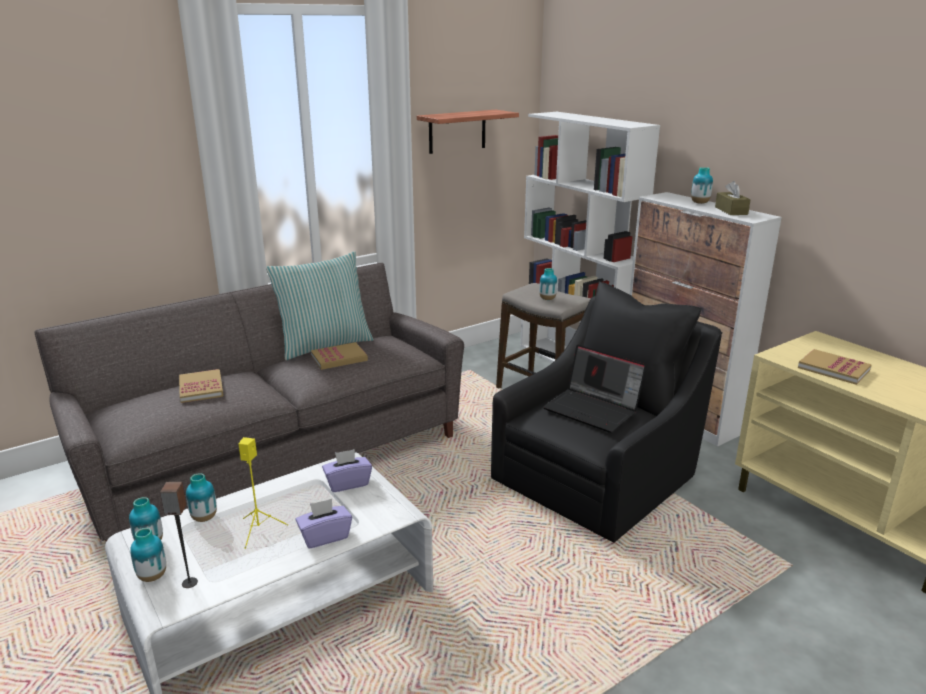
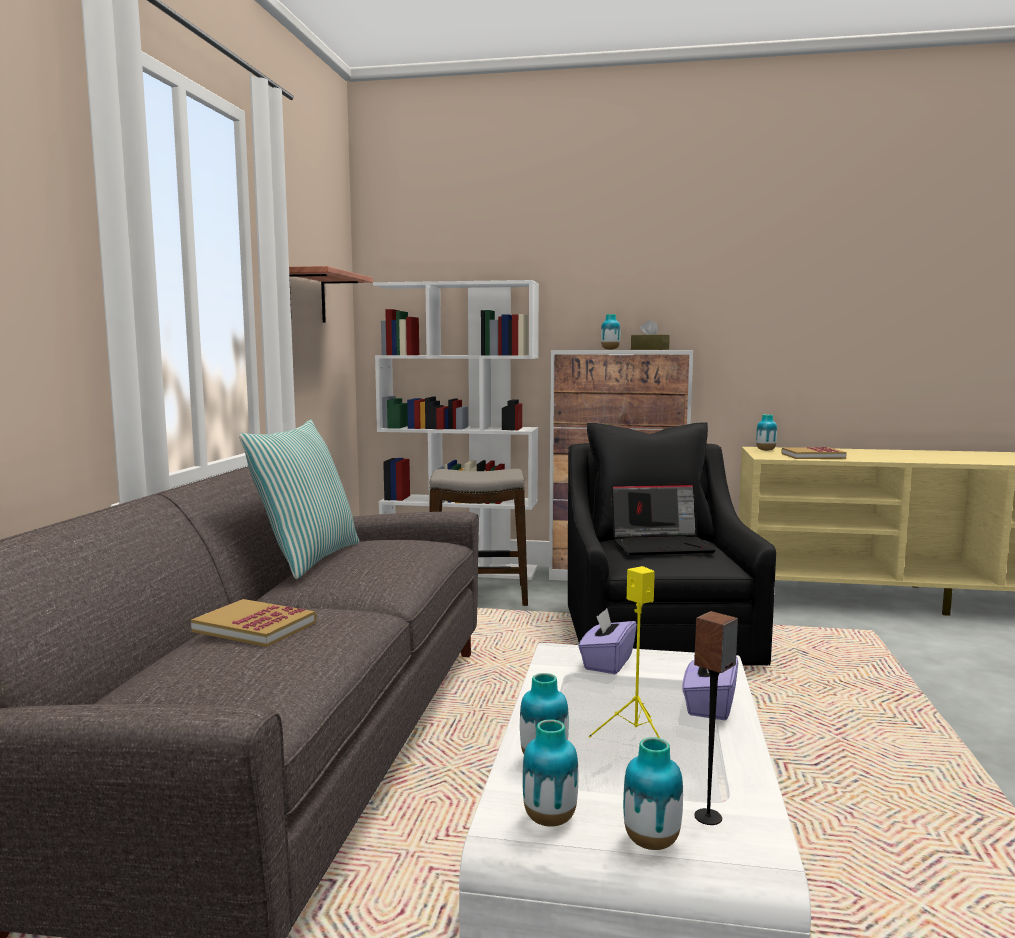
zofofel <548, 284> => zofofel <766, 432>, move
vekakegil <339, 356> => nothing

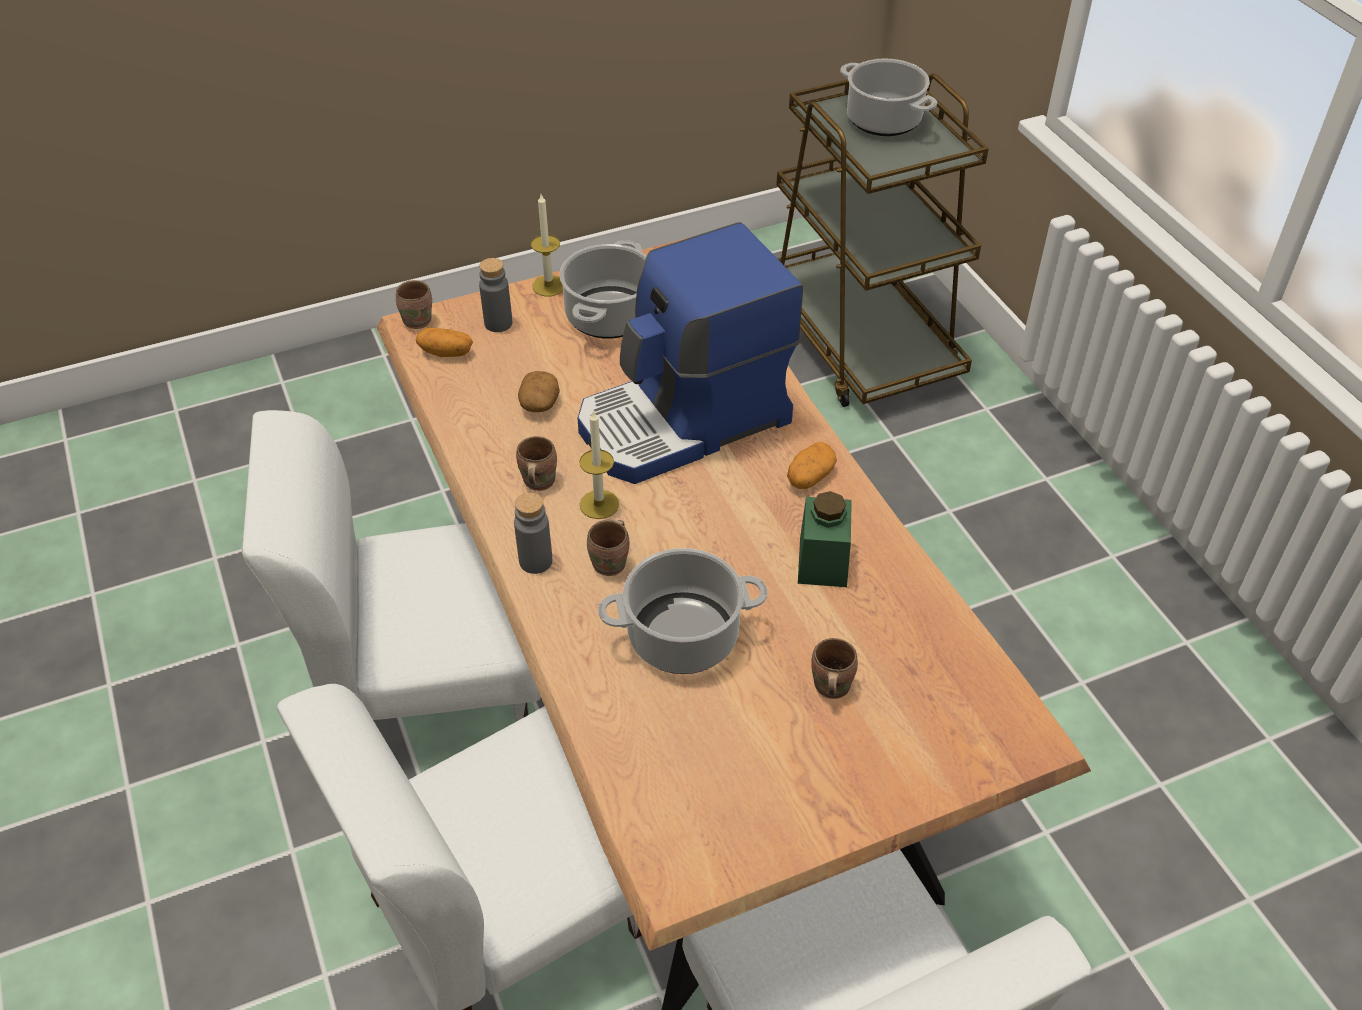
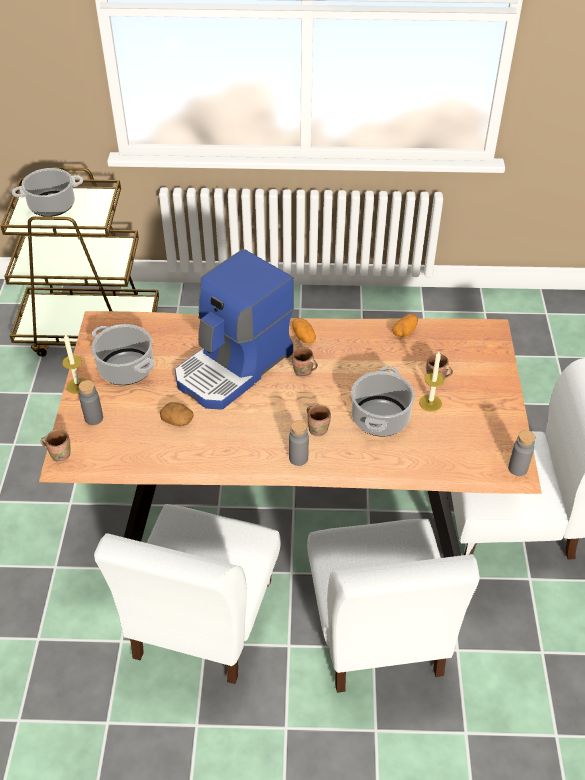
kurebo <690, 353> => kurebo <234, 329>, 45 degrees clockwise
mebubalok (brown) <536, 463> => mebubalok (brown) <305, 362>, move
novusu <444, 342> => novusu <405, 325>, move
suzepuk <599, 464> => suzepuk <431, 382>, move
nothing => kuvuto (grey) <521, 453>
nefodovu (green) <825, 539> => nothing

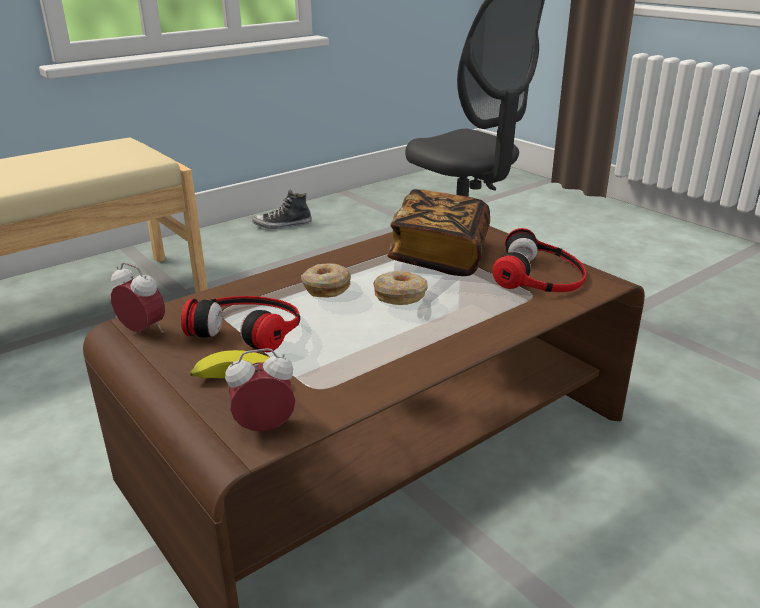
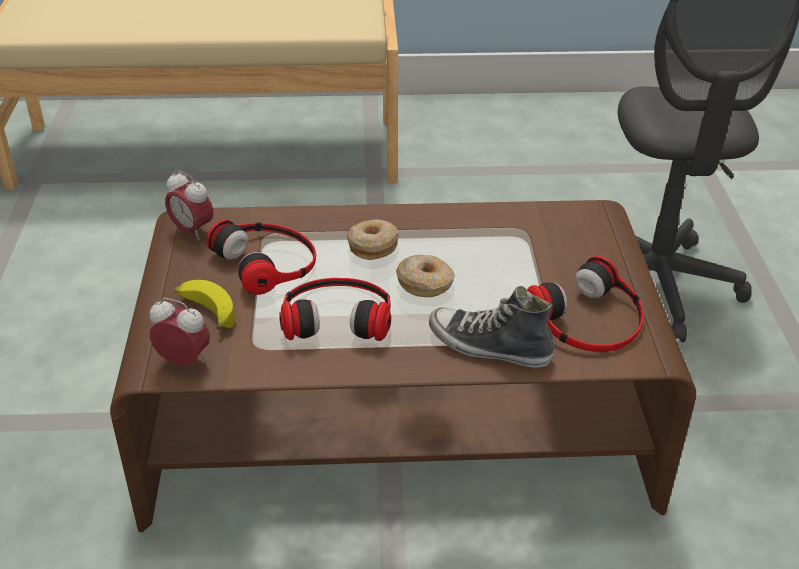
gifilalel <138, 298> => gifilalel <189, 205>, 150 degrees clockwise
nothing => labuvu <335, 309>
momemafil <282, 209> => momemafil <491, 327>, move
vekakegil <438, 232> => nothing

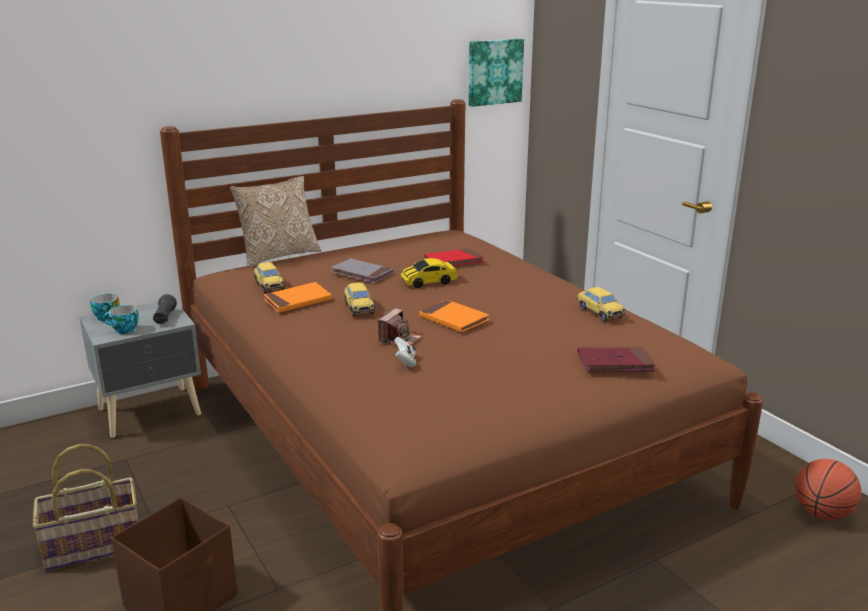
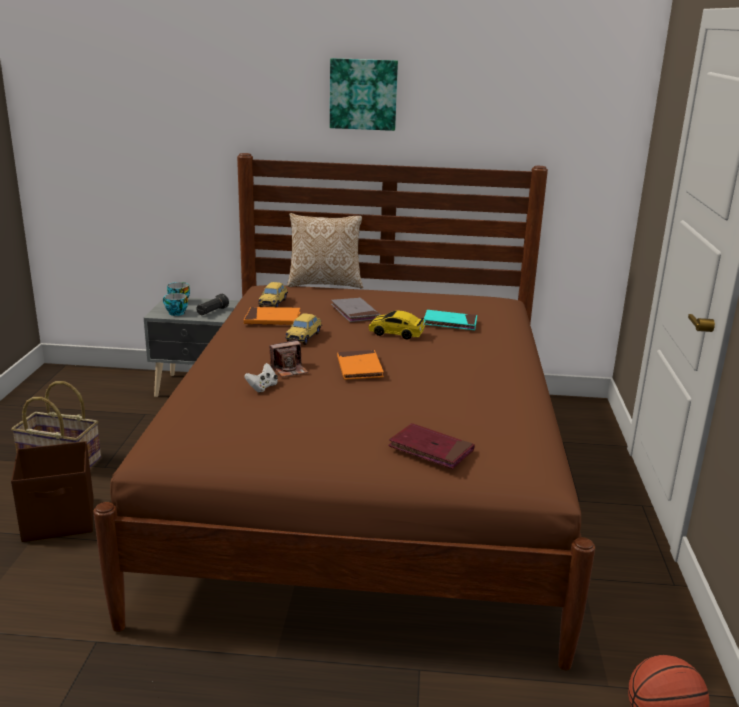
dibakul <496, 73> => dibakul <364, 94>, move
vekakegil (red) <454, 257> => vekakegil (turquoise) <450, 320>
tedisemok <601, 304> => nothing

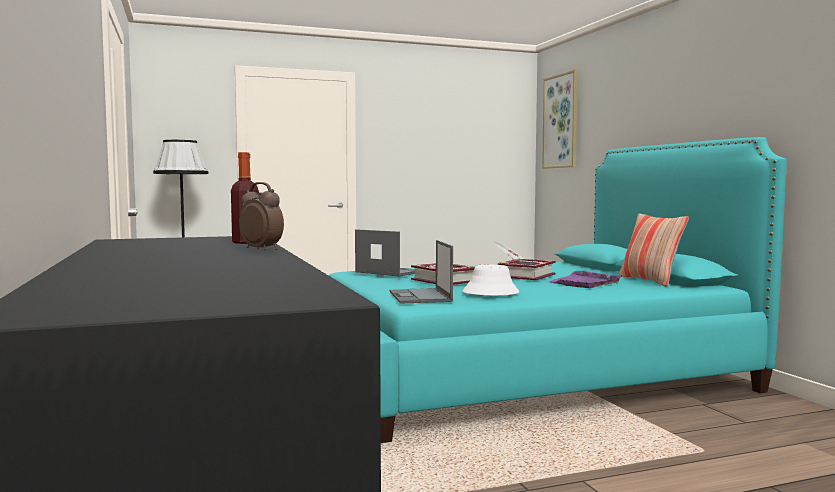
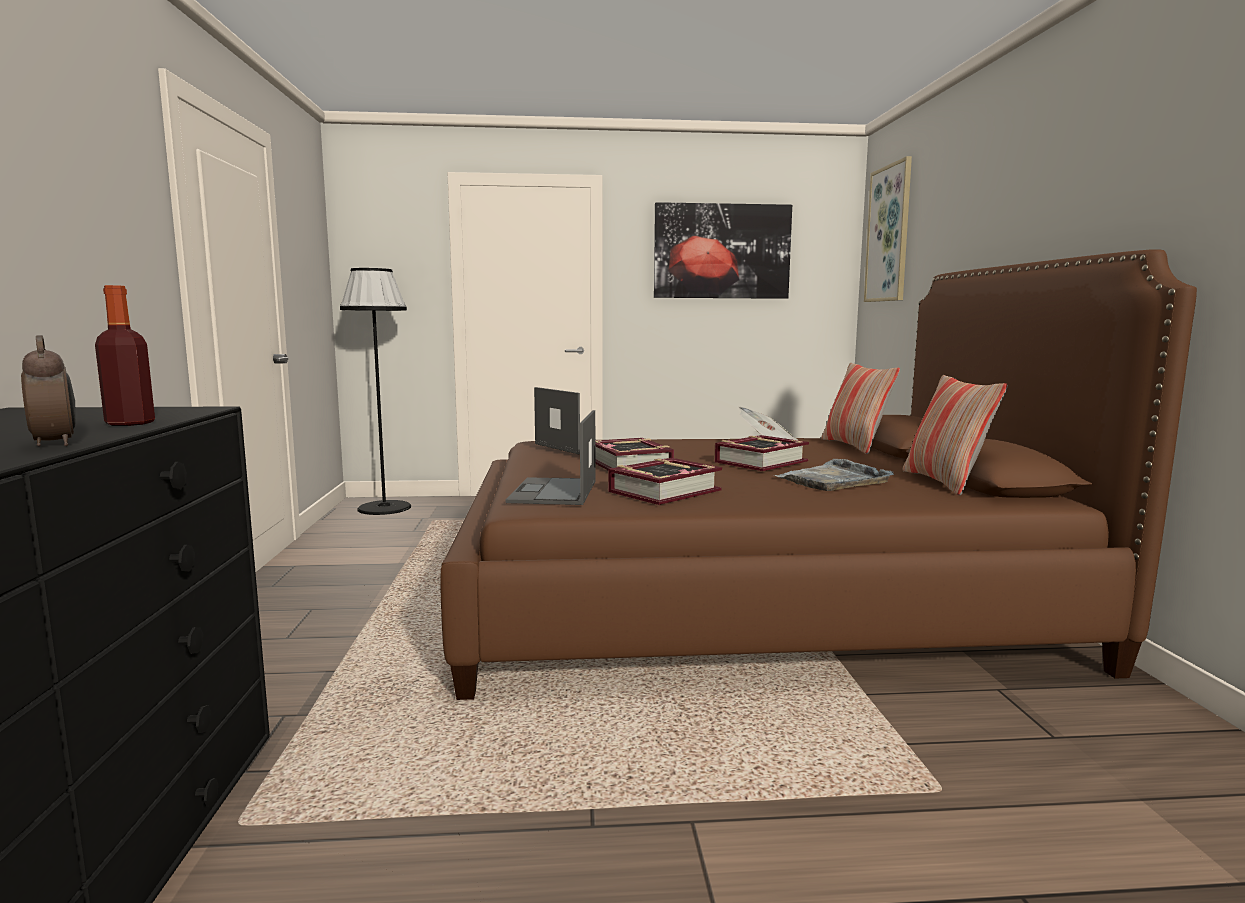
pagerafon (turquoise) <558, 290> => pagerafon (brown) <818, 474>
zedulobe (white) <490, 280> => vekakegil <665, 481>
nothing => dibakul <723, 250>
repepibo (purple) <585, 279> => repepibo (grey) <834, 475>
nothing => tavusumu <860, 408>

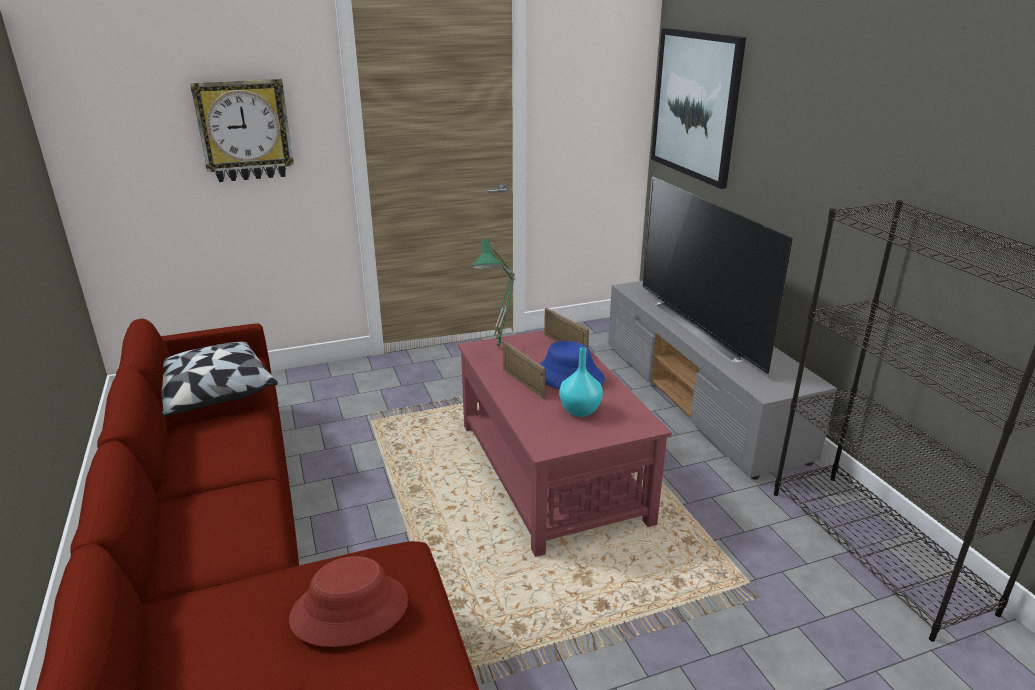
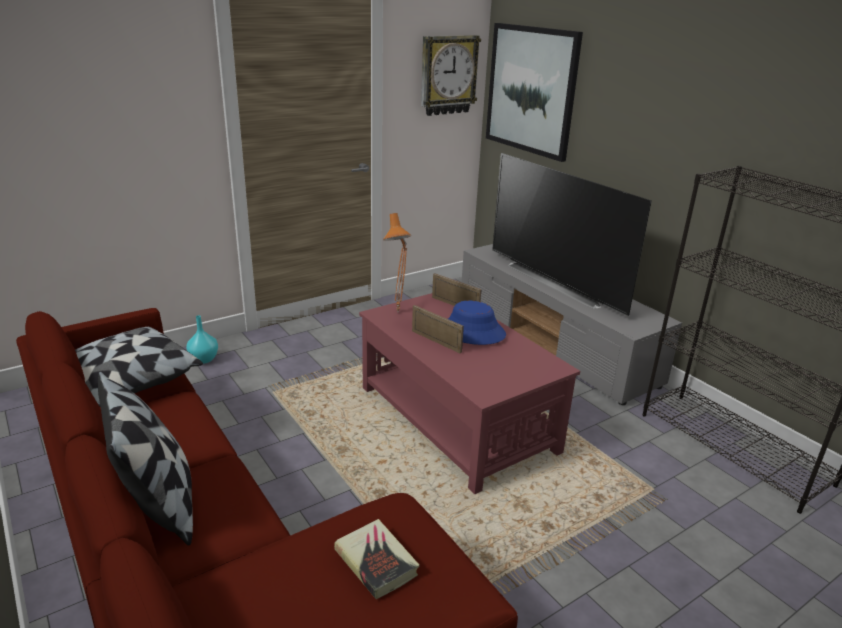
nothing => tavusumu <145, 458>
zofofel (turquoise) <581, 382> => zofofel (turquoise) <202, 339>, move
zedulobe (red) <348, 601> => vekakegil <377, 559>
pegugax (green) <494, 294> => pegugax (orange) <397, 263>
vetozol <242, 130> => vetozol <451, 75>, move

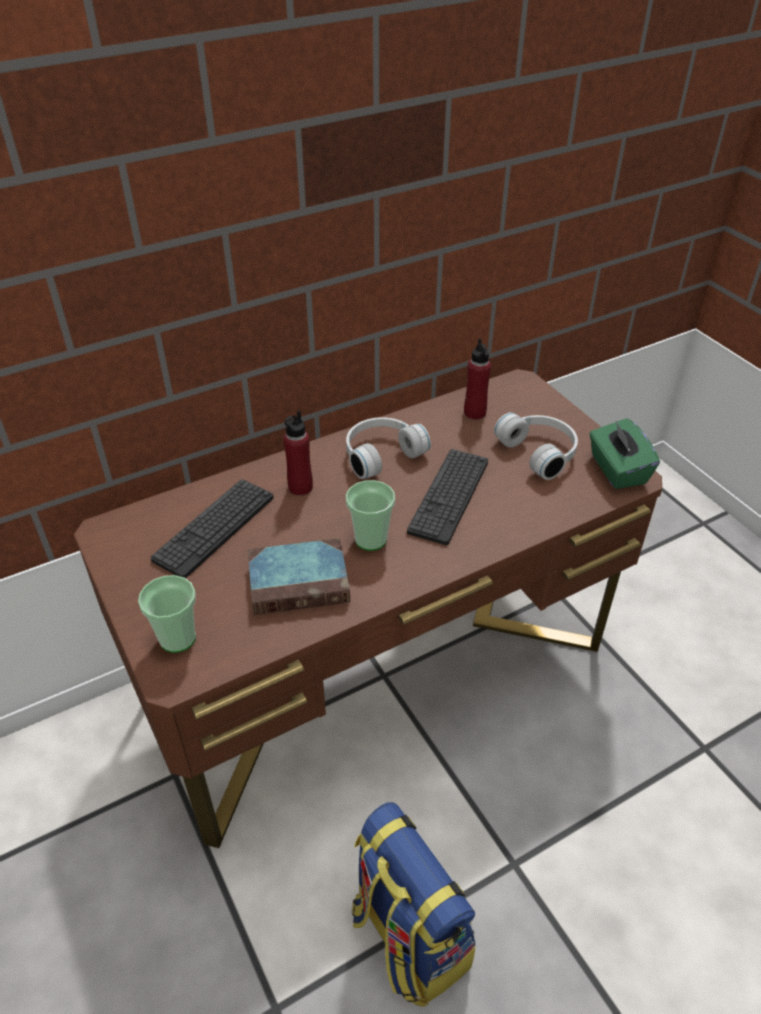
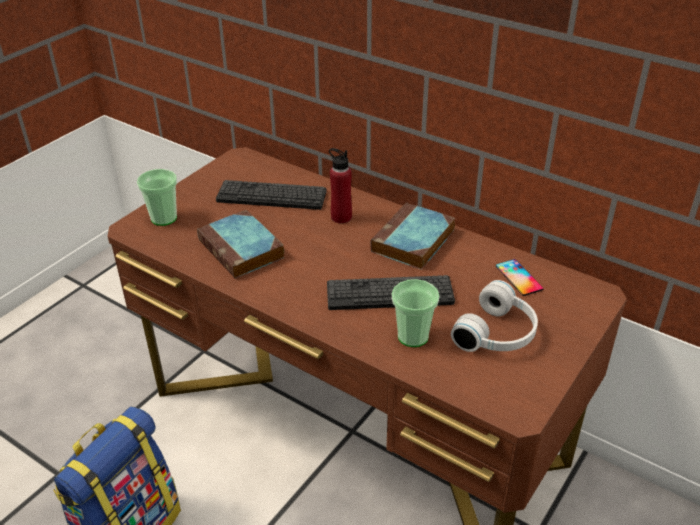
labuvu (white) <388, 448> => vekakegil <413, 236>
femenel <370, 515> => femenel <415, 313>, move
kuvuto (red) <477, 379> => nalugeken <519, 277>
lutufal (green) <624, 453> => nothing

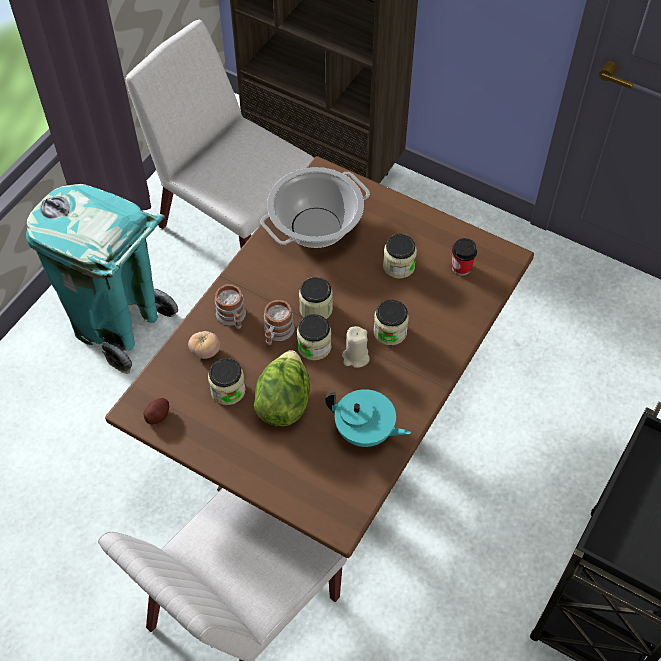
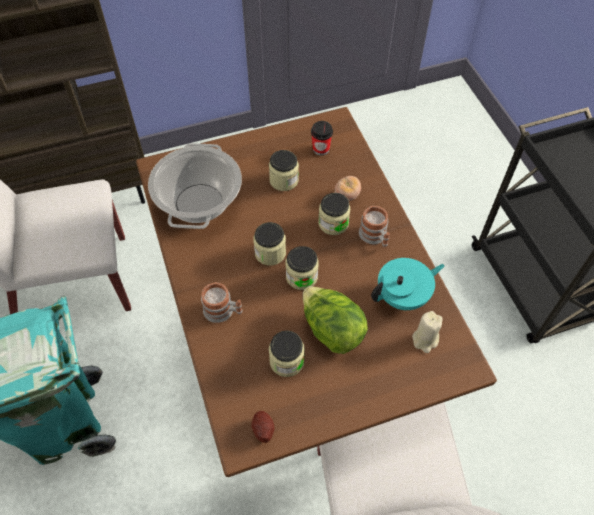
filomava <204, 345> => filomava <348, 188>, move
mebubalok <279, 322> => mebubalok <374, 227>, move
suzepuk (beige) <356, 347> => suzepuk (beige) <427, 332>, move

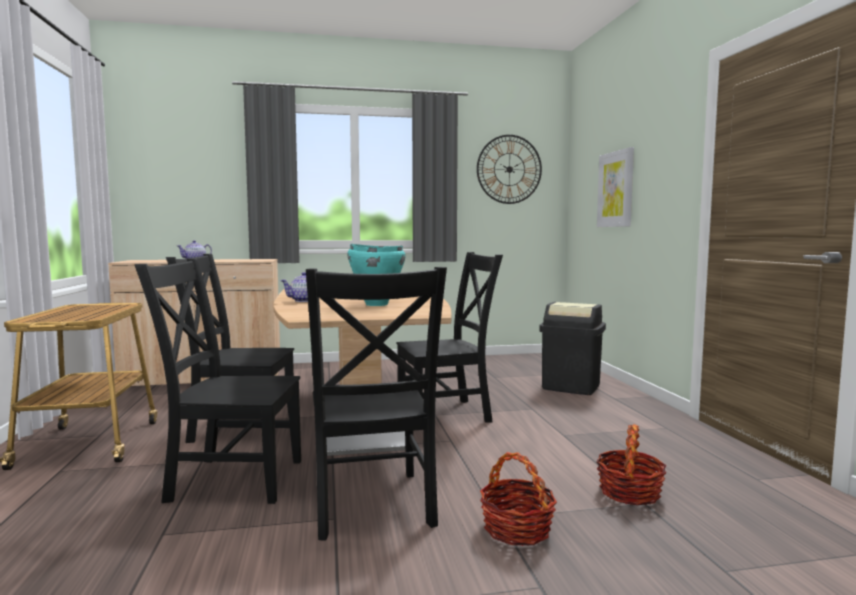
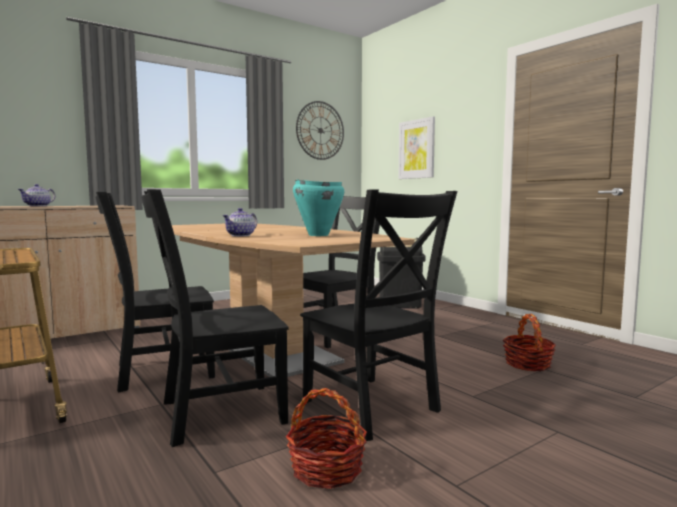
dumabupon <518, 499> => dumabupon <326, 438>, move

